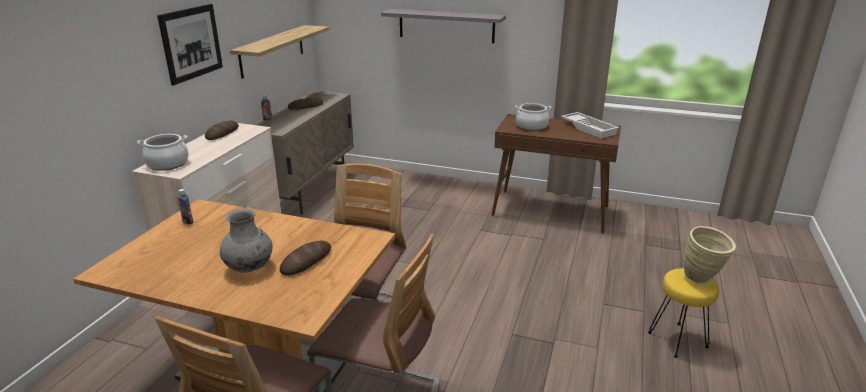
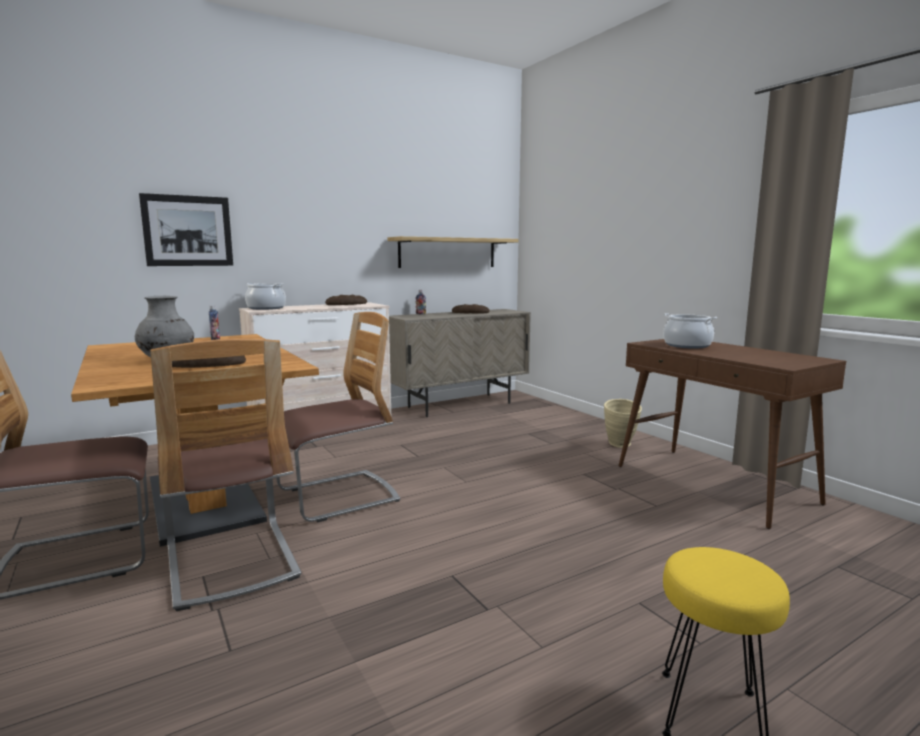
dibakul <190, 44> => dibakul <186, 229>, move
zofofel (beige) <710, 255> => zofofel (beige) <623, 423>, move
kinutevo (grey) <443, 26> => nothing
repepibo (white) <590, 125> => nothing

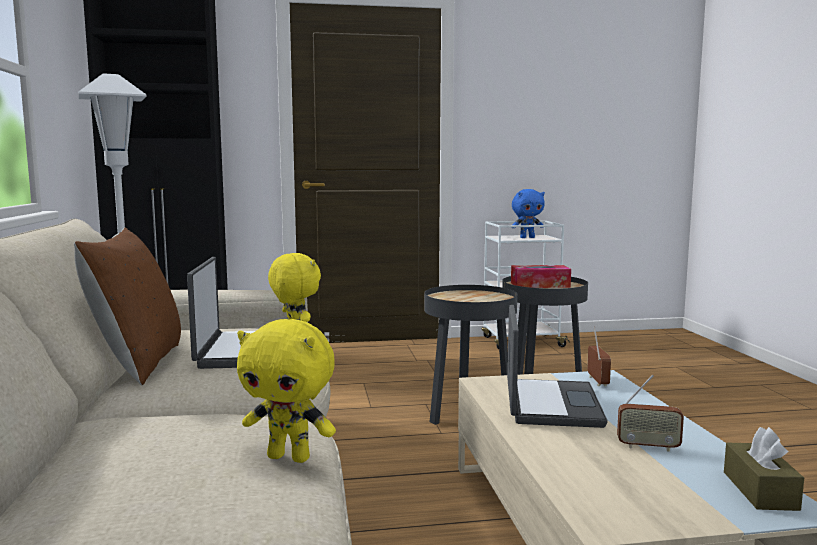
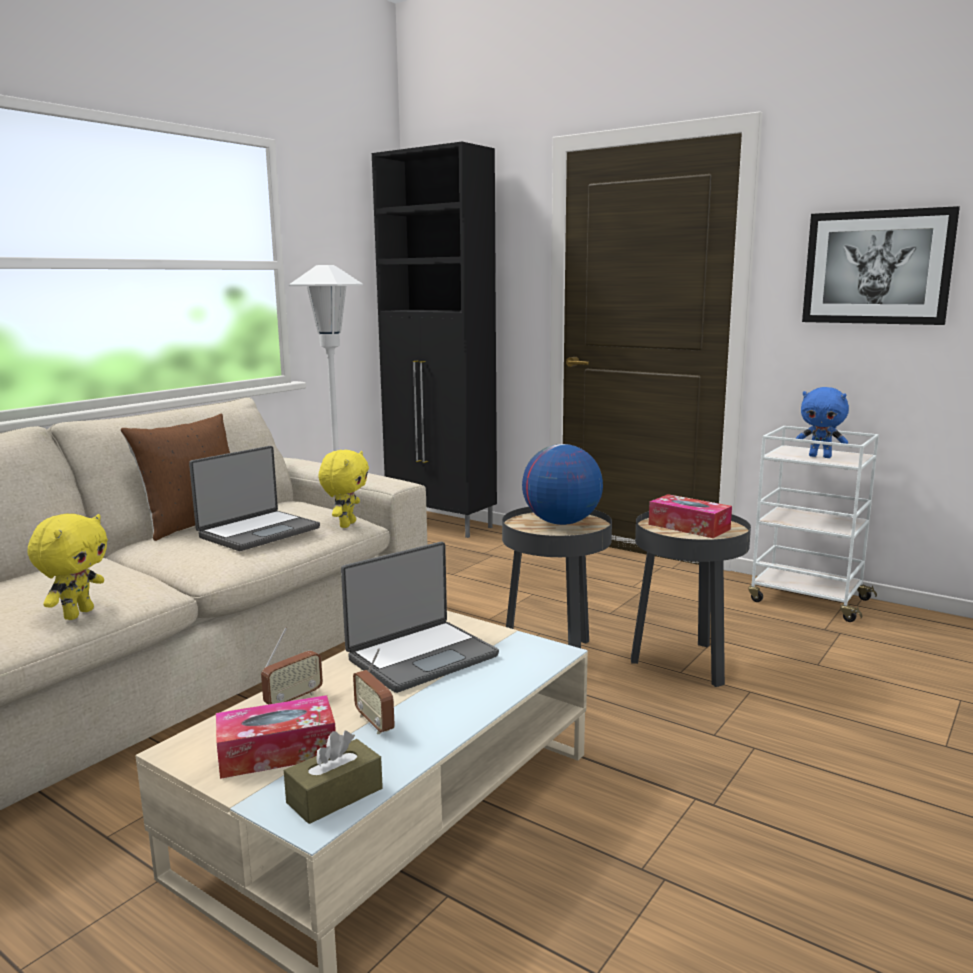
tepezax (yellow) <286, 391> => tepezax (yellow) <68, 567>, 135 degrees counterclockwise
nothing => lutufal <276, 737>
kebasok <599, 356> => kebasok <292, 666>, move
nothing => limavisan <562, 484>
nothing => dibakul <881, 265>

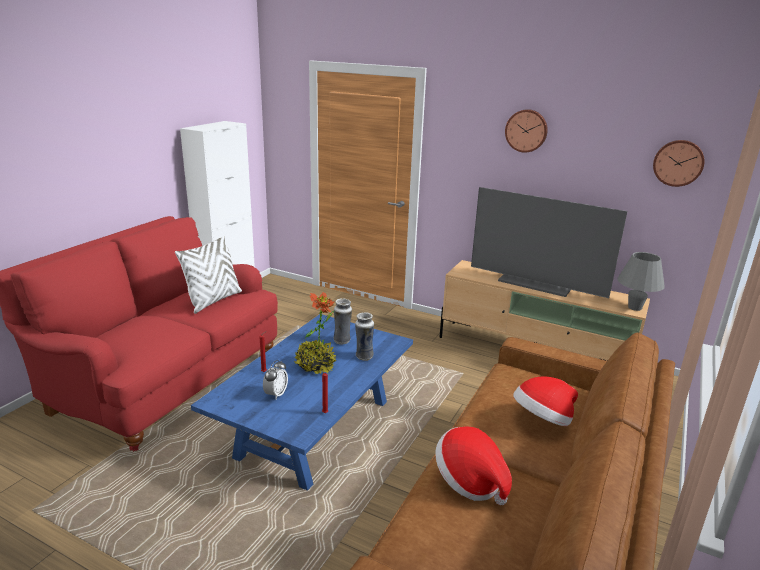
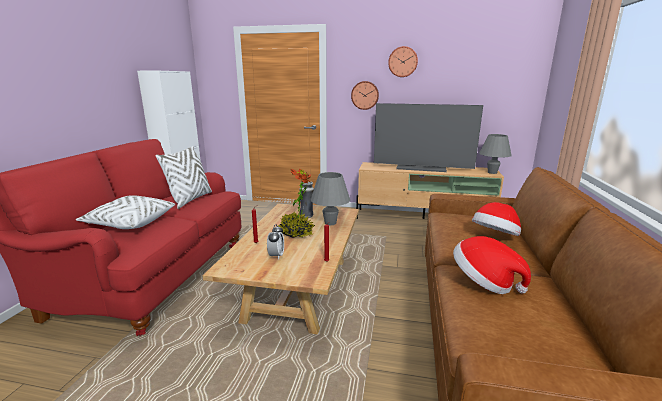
nothing => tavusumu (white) <125, 212>
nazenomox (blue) <302, 402> => nazenomox (beige) <281, 269>
zofofel <364, 337> => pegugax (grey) <330, 198>
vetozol <678, 163> => vetozol <365, 95>, move

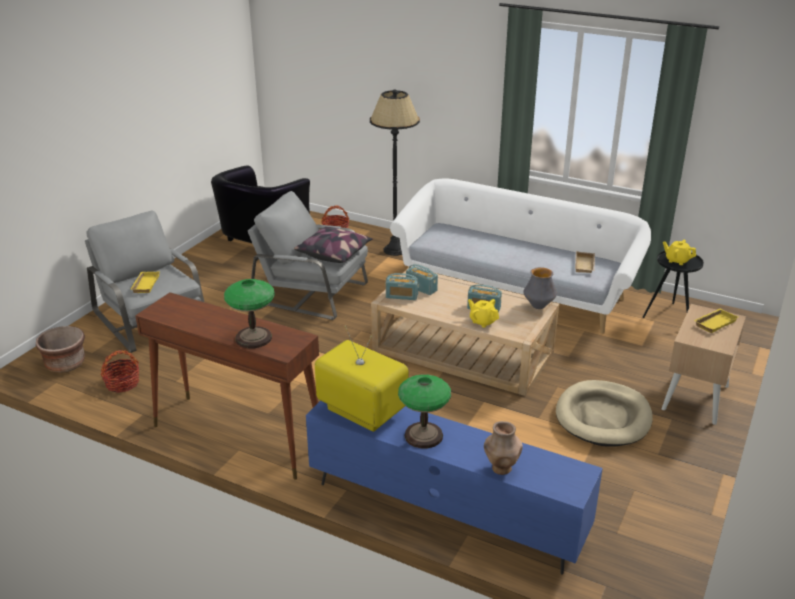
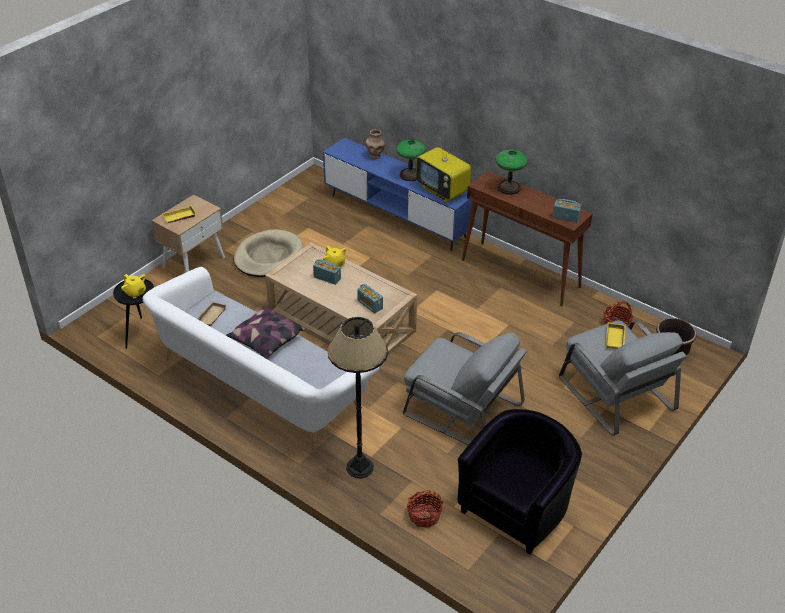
tavusumu <333, 245> => tavusumu <265, 332>, move
kebasok <402, 286> => kebasok <567, 211>, move
zofofel <540, 288> => nothing

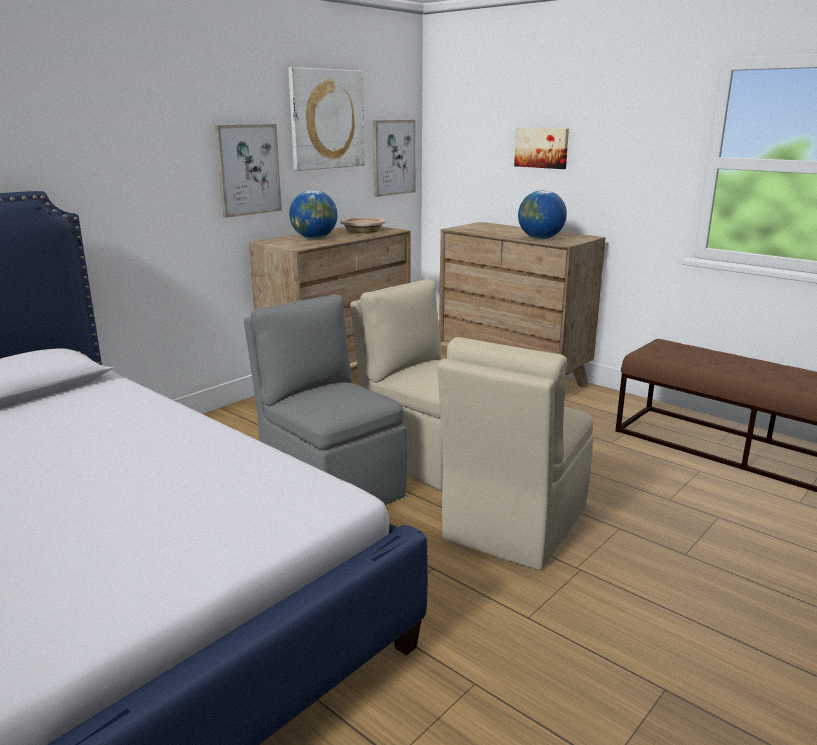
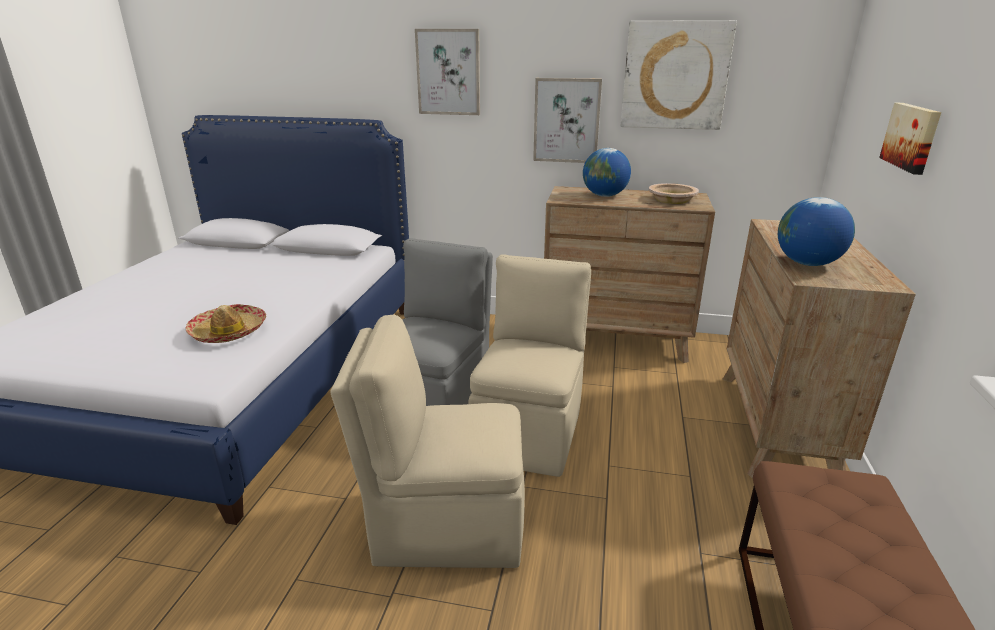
nothing => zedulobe <225, 323>
dibakul <394, 158> => dibakul <447, 72>, move

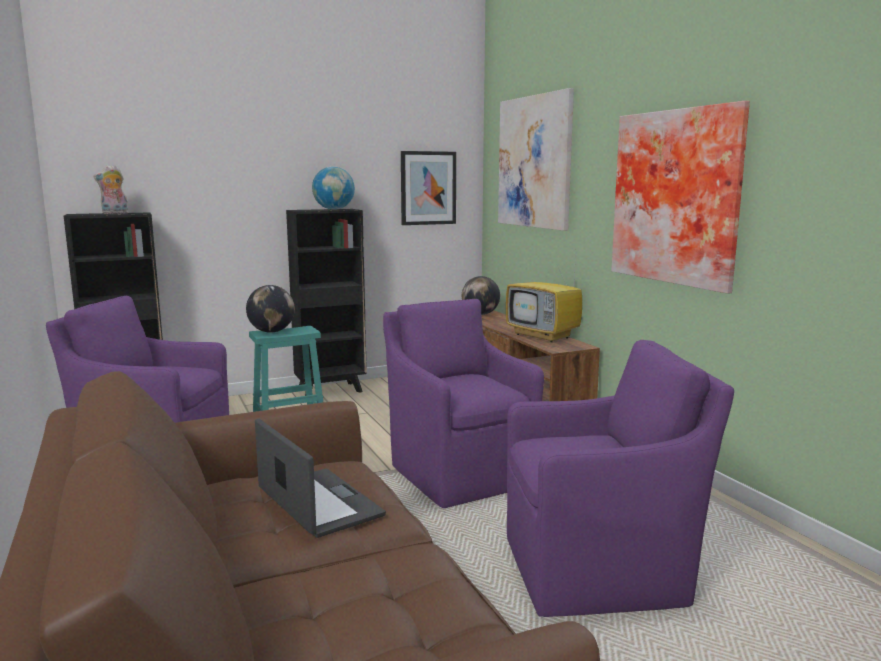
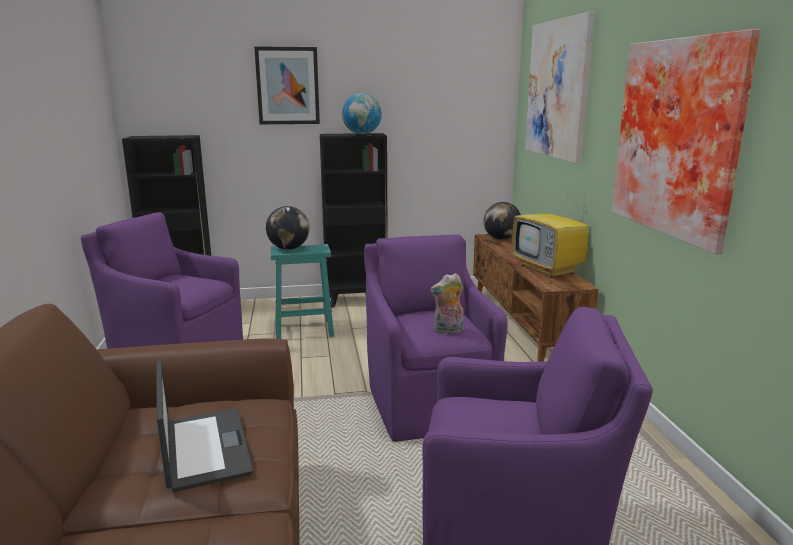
dibakul <428, 188> => dibakul <287, 85>, move
tepezax <111, 189> => tepezax <447, 303>, move

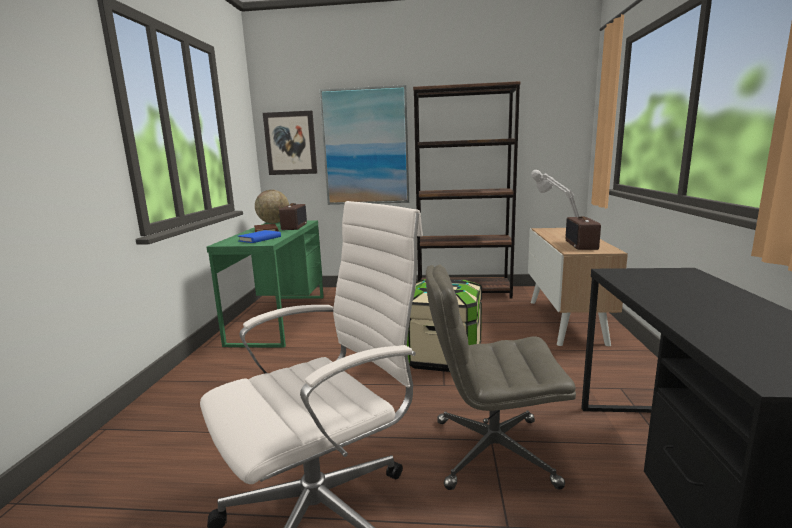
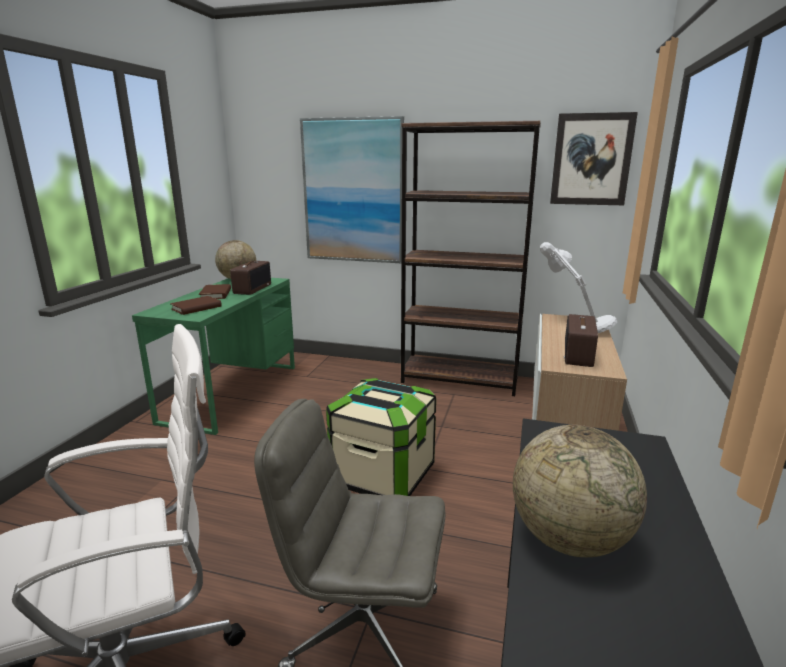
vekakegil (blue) <259, 236> => vekakegil (brown) <196, 305>
nothing => limavisan <580, 491>
dibakul <290, 143> => dibakul <594, 158>, move

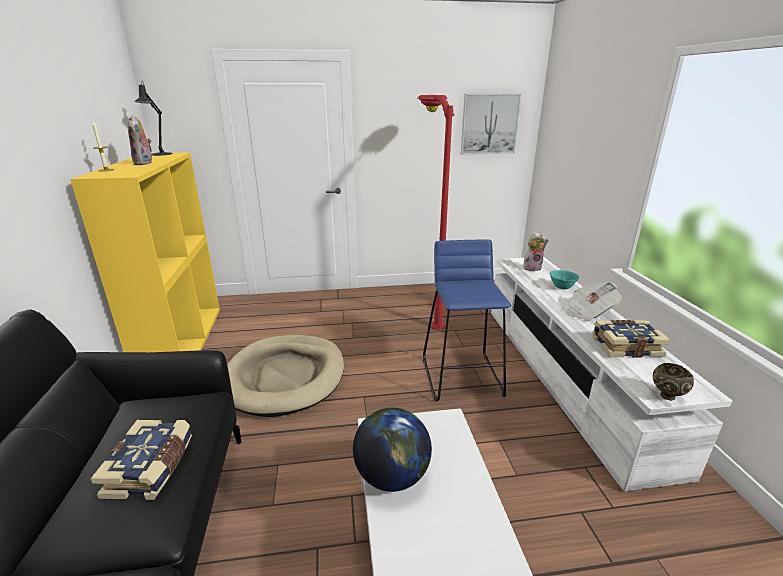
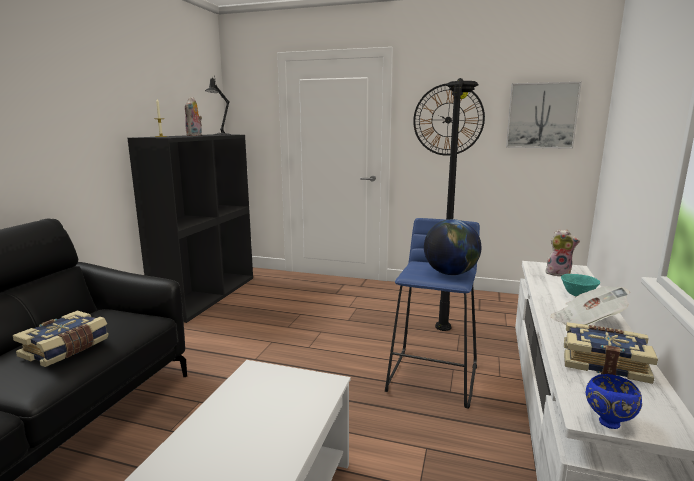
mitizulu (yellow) <145, 252> => mitizulu (black) <190, 228>
nothing => vetozol <449, 119>
limavisan <392, 449> => limavisan <452, 247>, move
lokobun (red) <435, 212> => lokobun (black) <457, 204>
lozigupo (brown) <673, 382> => lozigupo (blue) <614, 401>
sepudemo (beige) <285, 376> => nothing

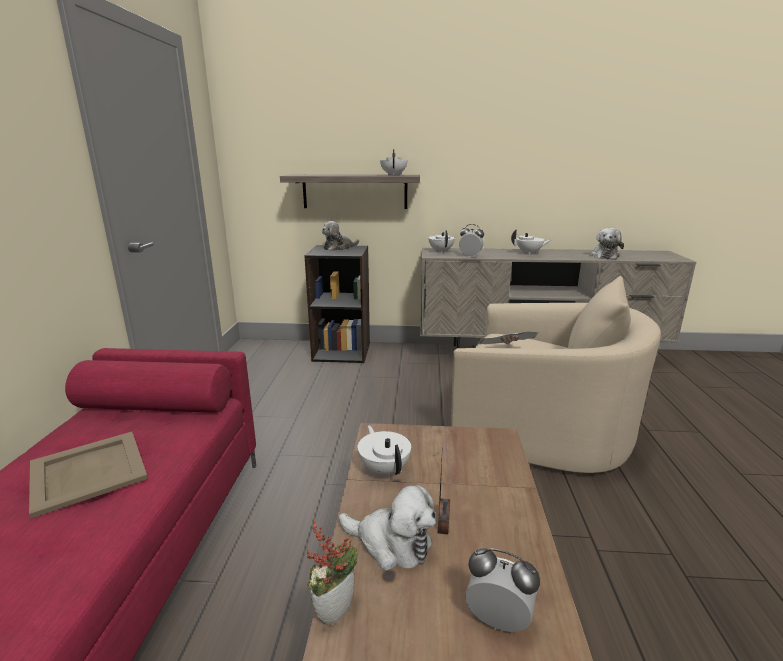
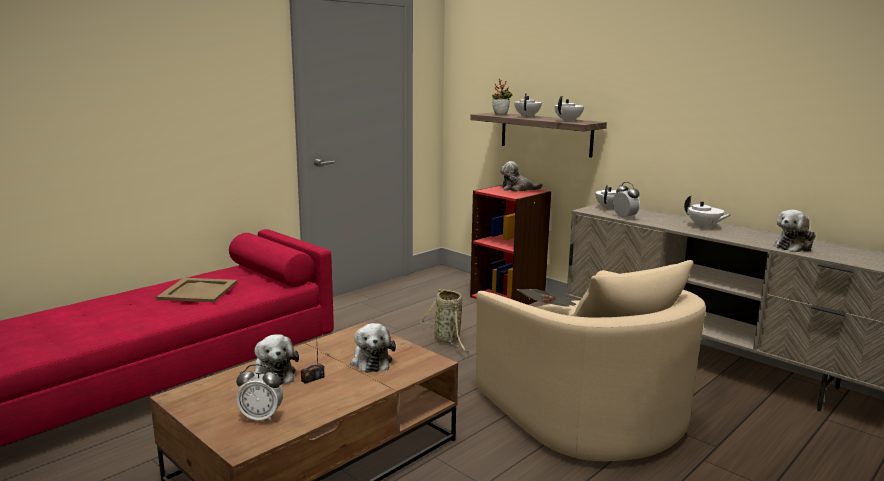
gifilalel <502, 590> => gifilalel <259, 393>, 120 degrees clockwise
nothing => tepezax <373, 348>
nothing => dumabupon <444, 320>
mitizulu (black) <337, 304> => mitizulu (red) <510, 245>
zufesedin <332, 572> => zufesedin <502, 96>, move
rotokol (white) <384, 451> => rotokol (white) <528, 105>, move

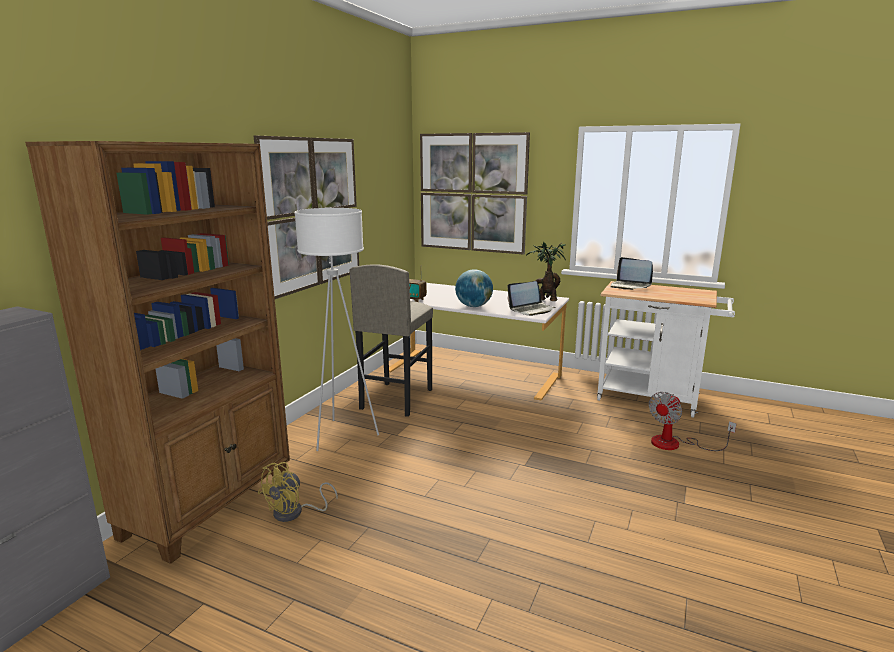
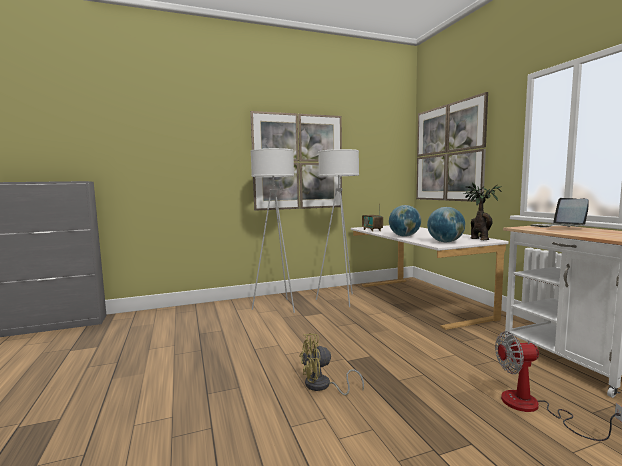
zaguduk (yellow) <298, 492> => zaguduk (yellow) <331, 364>, move
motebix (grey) <391, 340> => lokobun (white) <337, 228>
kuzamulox <531, 298> => limavisan <446, 224>
mitizulu (brown) <157, 352> => nothing

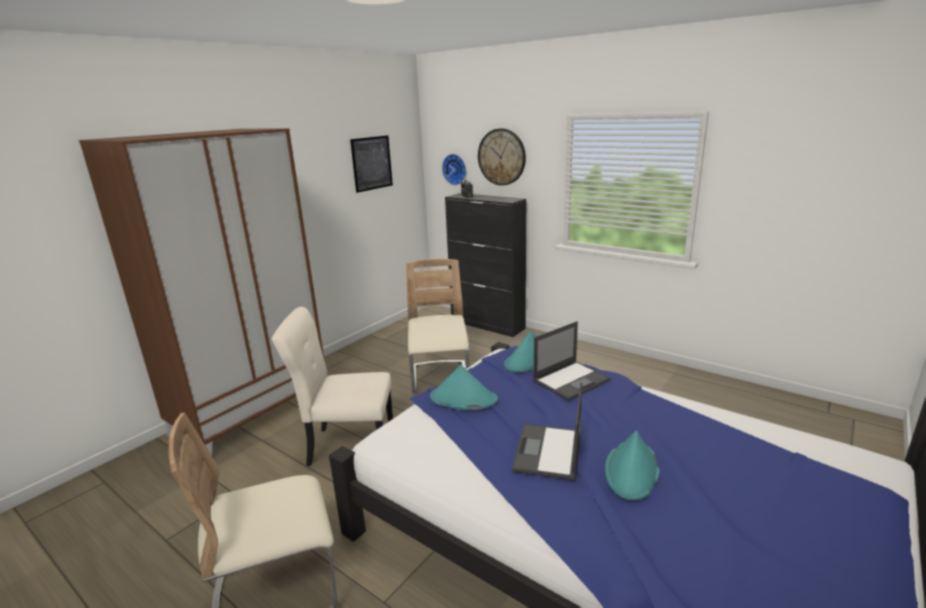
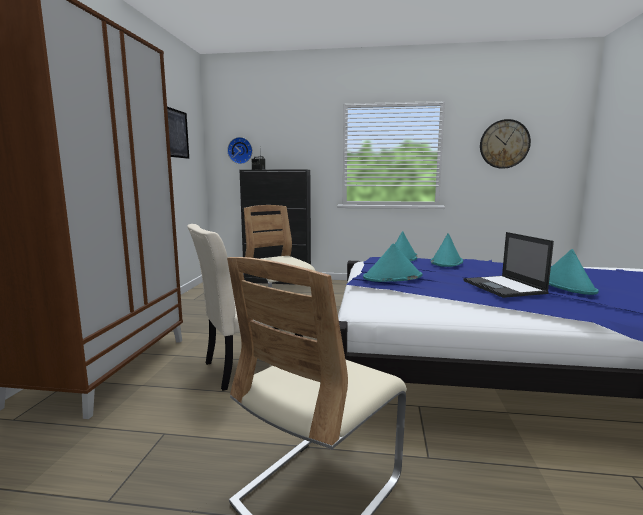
kuzamulox <572, 361> => zedulobe (turquoise) <447, 250>
vetozol <502, 157> => vetozol <505, 144>, move

